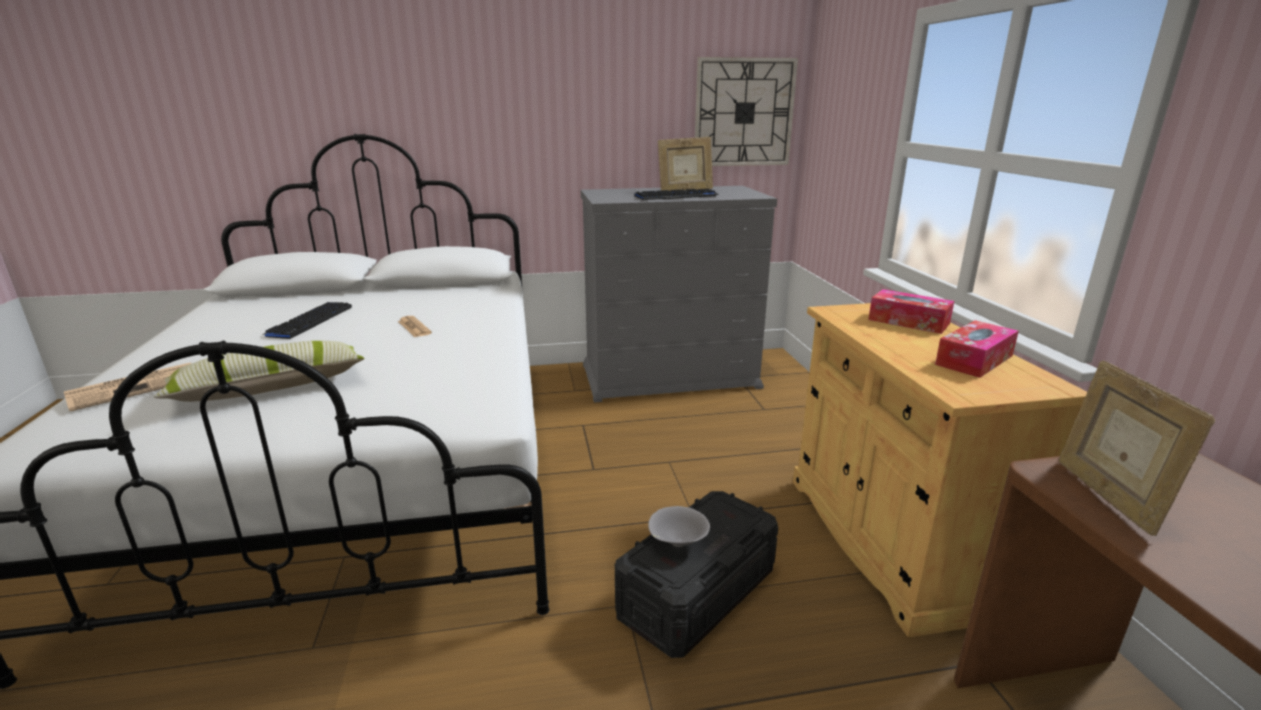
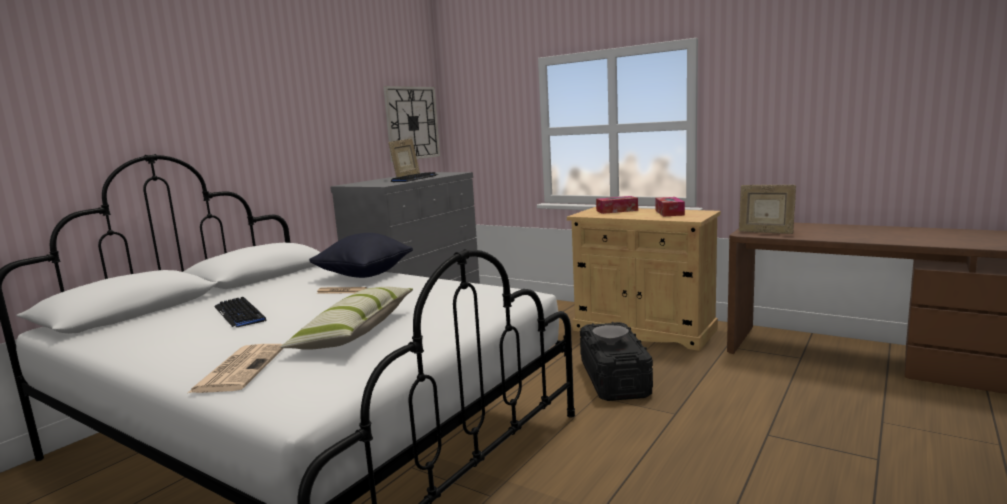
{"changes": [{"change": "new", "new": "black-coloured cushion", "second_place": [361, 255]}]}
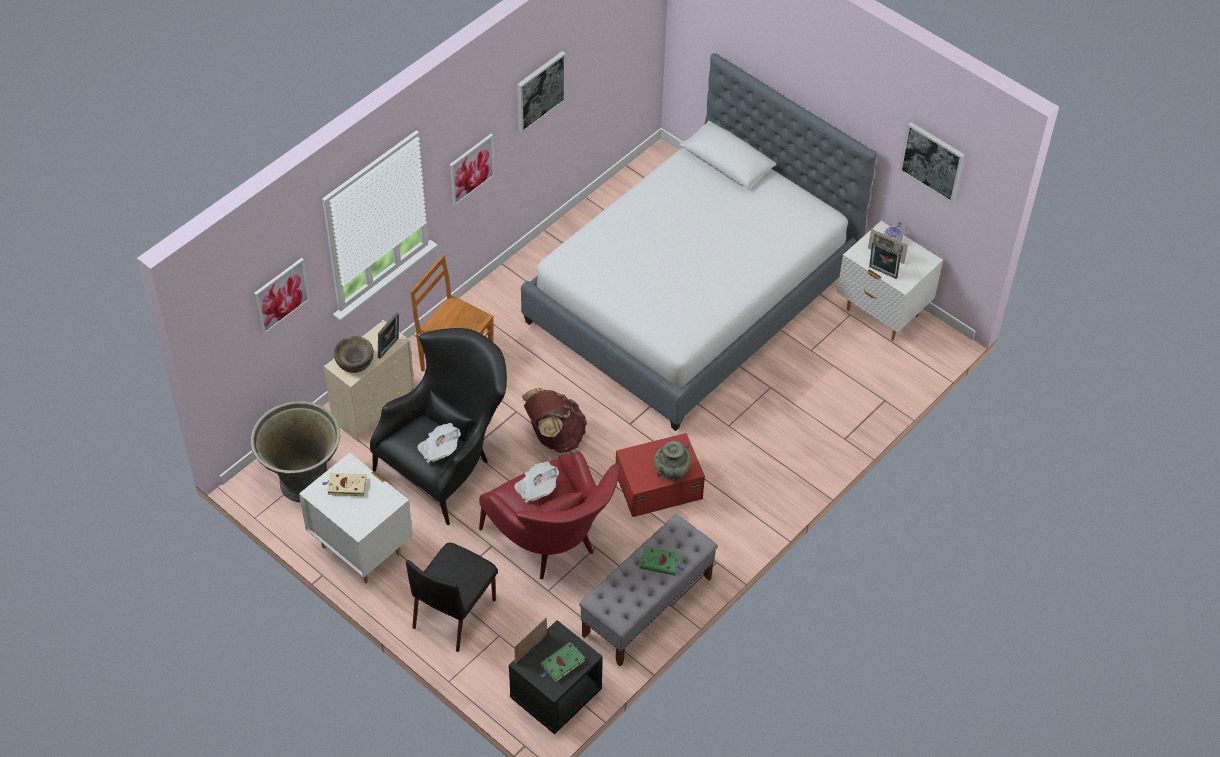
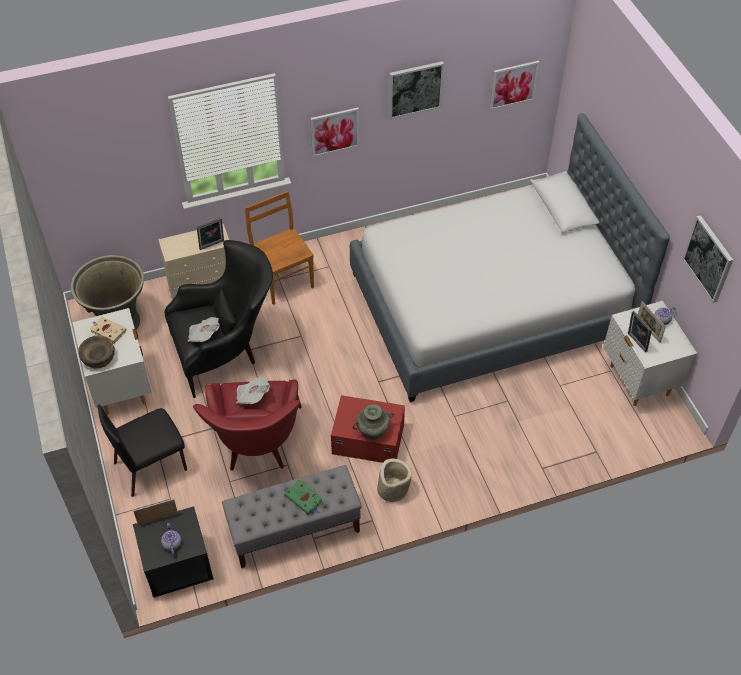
{"changes": [{"change": "gone", "old": "brown-coloured backpack", "first_place": [554, 420]}, {"change": "new", "new": "sand-coloured flower pot", "second_place": [394, 480]}, {"change": "shifted", "old": "wall picture", "first_place": [282, 296], "second_place": [515, 85]}, {"change": "shifted", "old": "brown-coloured deep dish", "first_place": [354, 354], "second_place": [96, 351]}, {"change": "swapped", "old": "green-coloured volume", "new": "pot for tea", "first_place": [562, 662], "second_place": [171, 539]}]}
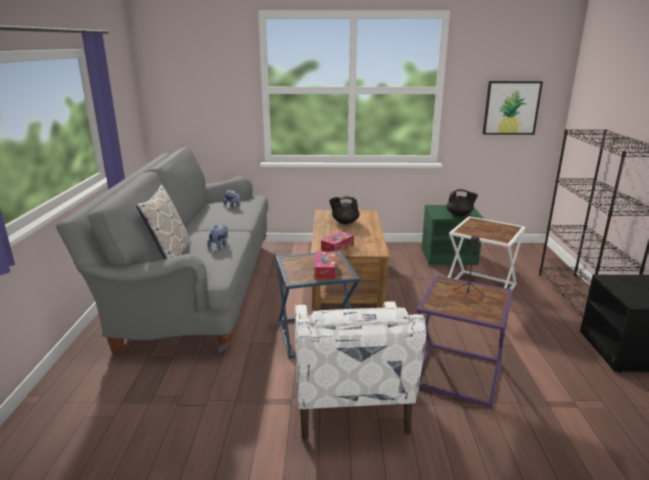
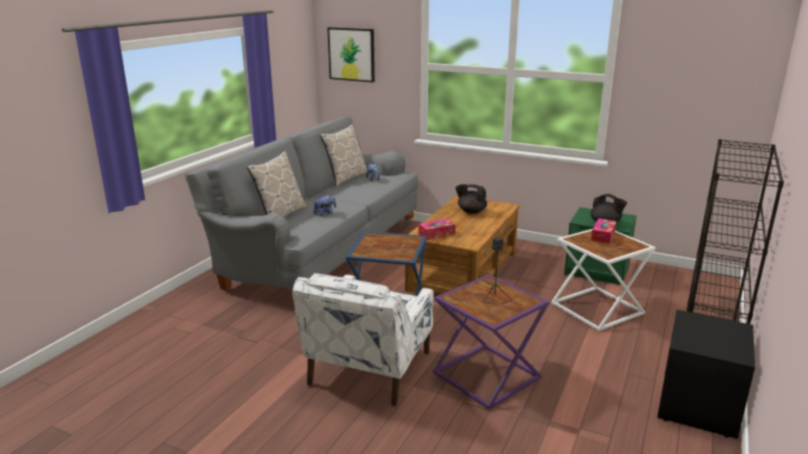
{"changes": [{"change": "new", "new": "cushion", "second_place": [343, 155]}, {"change": "shifted", "old": "box of tissues", "first_place": [325, 265], "second_place": [603, 231]}, {"change": "shifted", "old": "wall picture", "first_place": [512, 108], "second_place": [351, 54]}]}
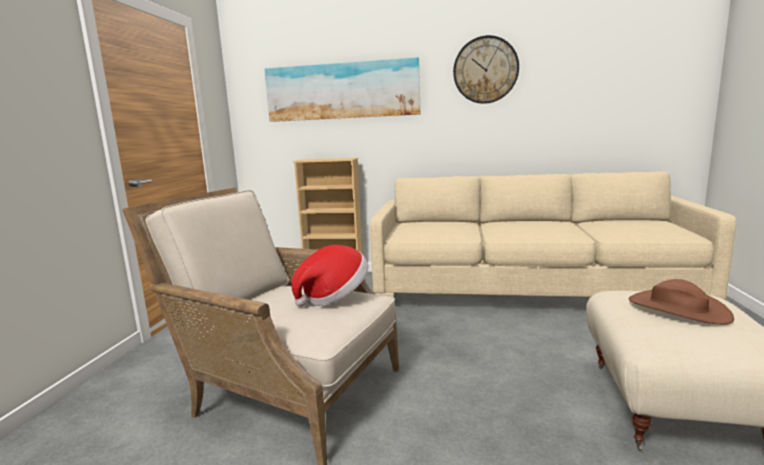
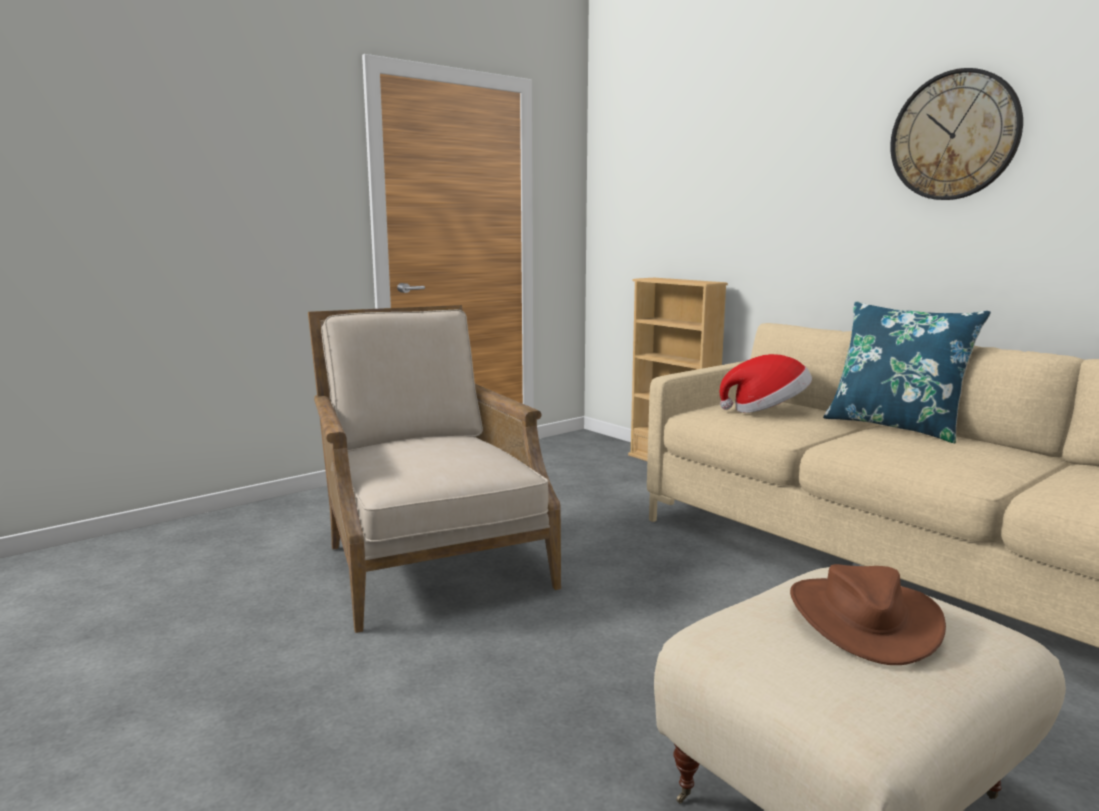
{"changes": [{"change": "gone", "old": "wall picture", "first_place": [342, 89]}, {"change": "new", "new": "bluish cushion", "second_place": [907, 372]}, {"change": "shifted", "old": "clothing hat", "first_place": [329, 276], "second_place": [765, 383]}]}
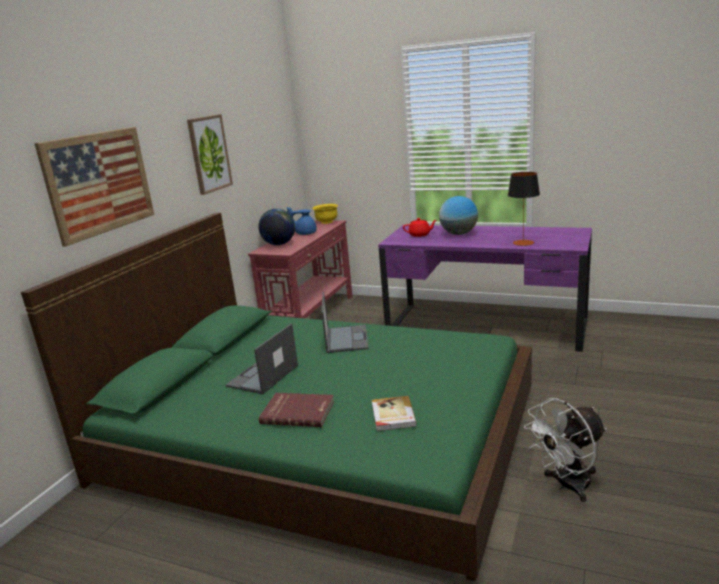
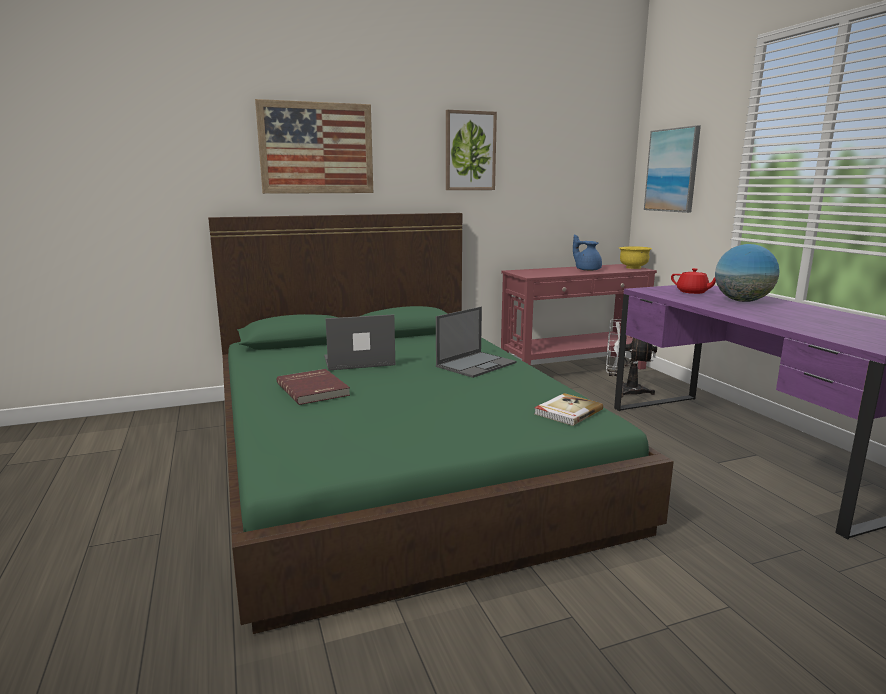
{"changes": [{"change": "gone", "old": "desk globe", "first_place": [277, 227]}, {"change": "gone", "old": "table lamp", "first_place": [524, 209]}, {"change": "new", "new": "wall picture", "second_place": [672, 169]}, {"change": "shifted", "old": "volume", "first_place": [394, 413], "second_place": [568, 409]}, {"change": "shifted", "old": "white cooling fan", "first_place": [565, 450], "second_place": [631, 358]}]}
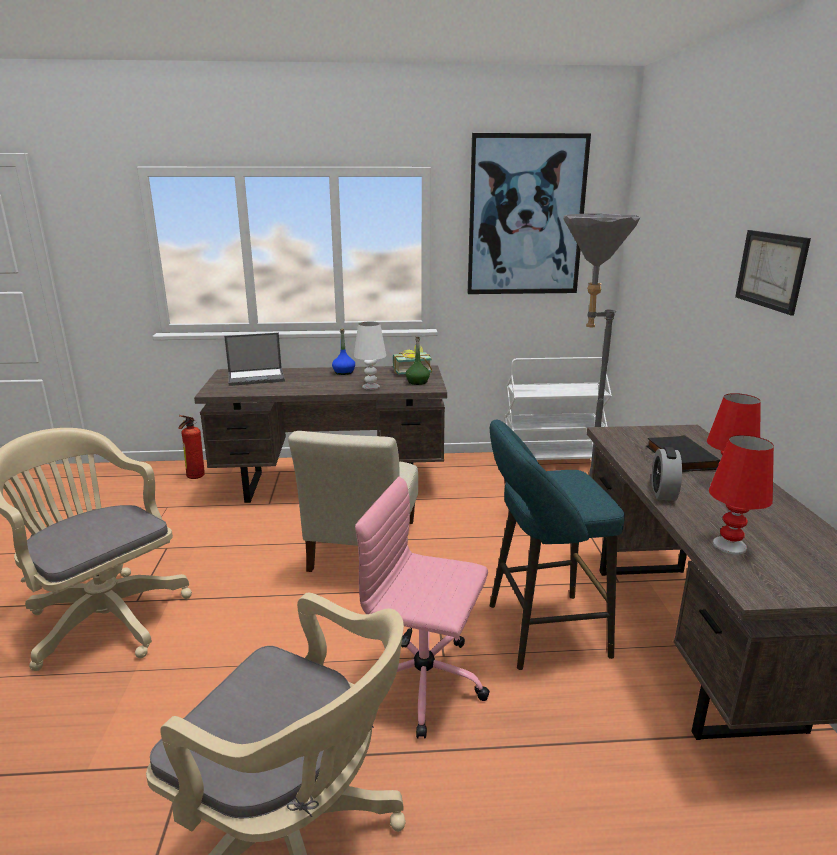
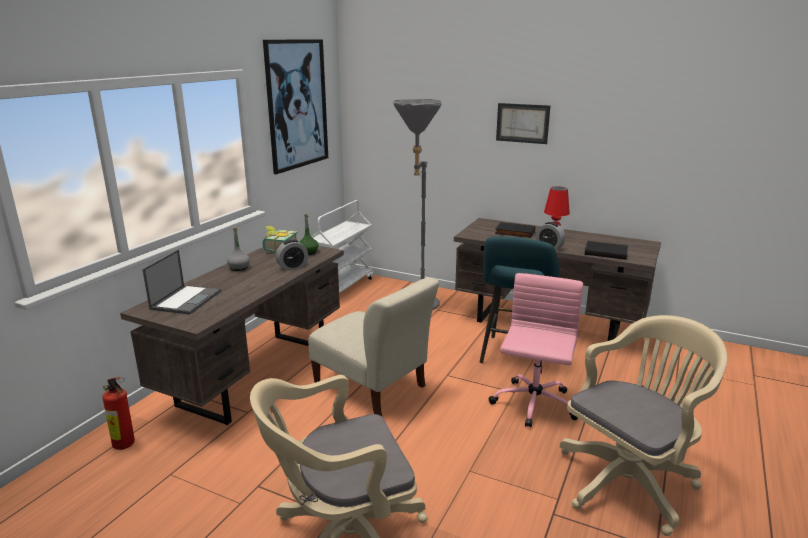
{"changes": [{"change": "swapped", "old": "white table lamp", "new": "alarm clock", "first_place": [370, 356], "second_place": [292, 255]}, {"change": "swapped", "old": "reddish table lamp", "new": "black-coloured volume", "first_place": [741, 494], "second_place": [606, 250]}, {"change": "repainted", "old": "bluish drink bottle", "new": "greyish drink bottle", "first_place": [343, 351], "second_place": [238, 249]}, {"change": "rotated", "old": "pinkish office chair", "first_place": [422, 608], "second_place": [536, 350], "degrees": 150}]}
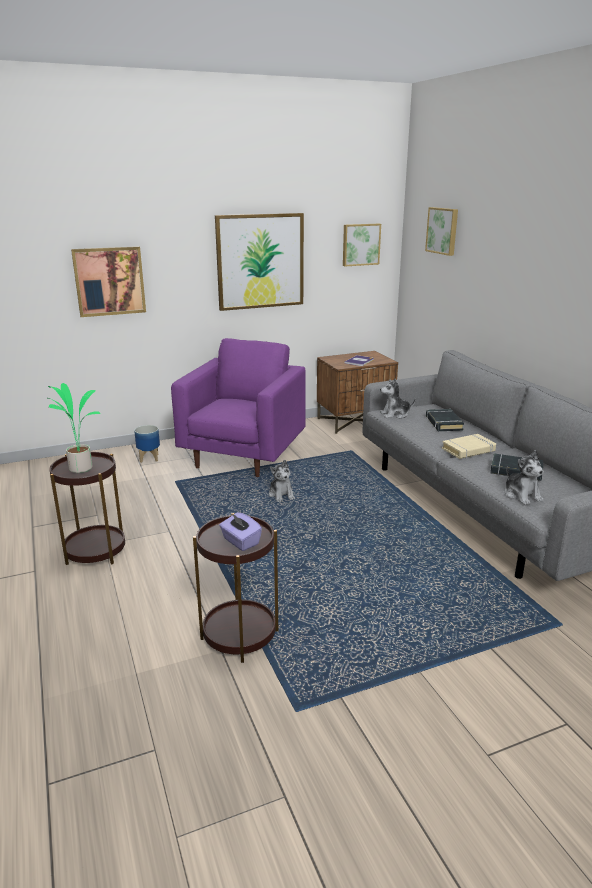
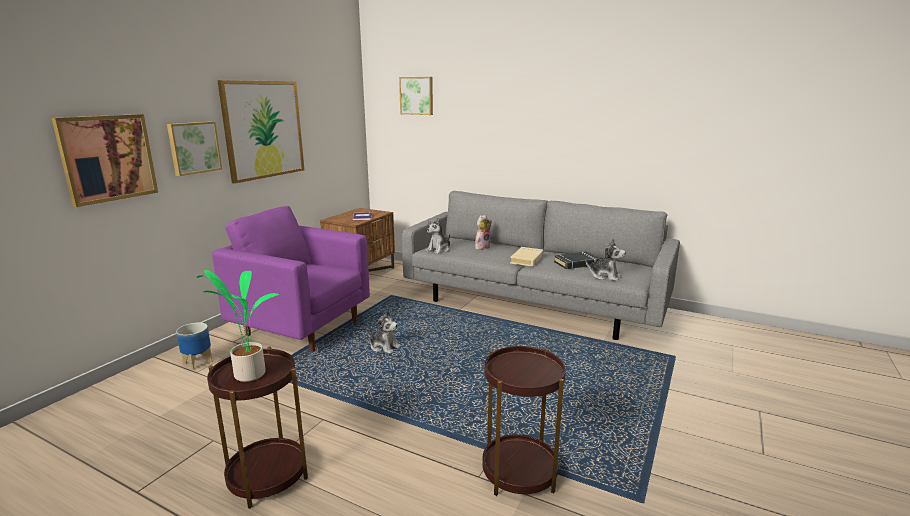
{"changes": [{"change": "gone", "old": "purplish box of tissues", "first_place": [240, 531]}, {"change": "shifted", "old": "wall picture", "first_place": [362, 245], "second_place": [194, 148]}, {"change": "swapped", "old": "black-coloured volume", "new": "soft toy", "first_place": [445, 420], "second_place": [483, 232]}, {"change": "rotated", "old": "purplish armchair", "first_place": [238, 407], "second_place": [291, 278], "degrees": -45}]}
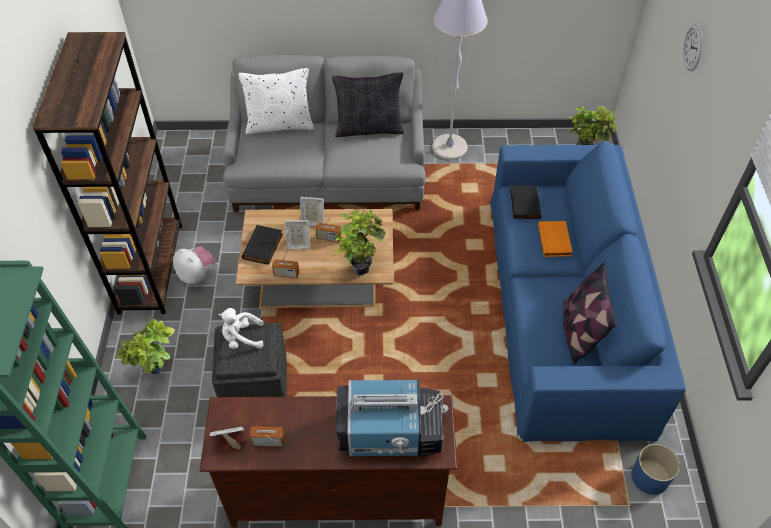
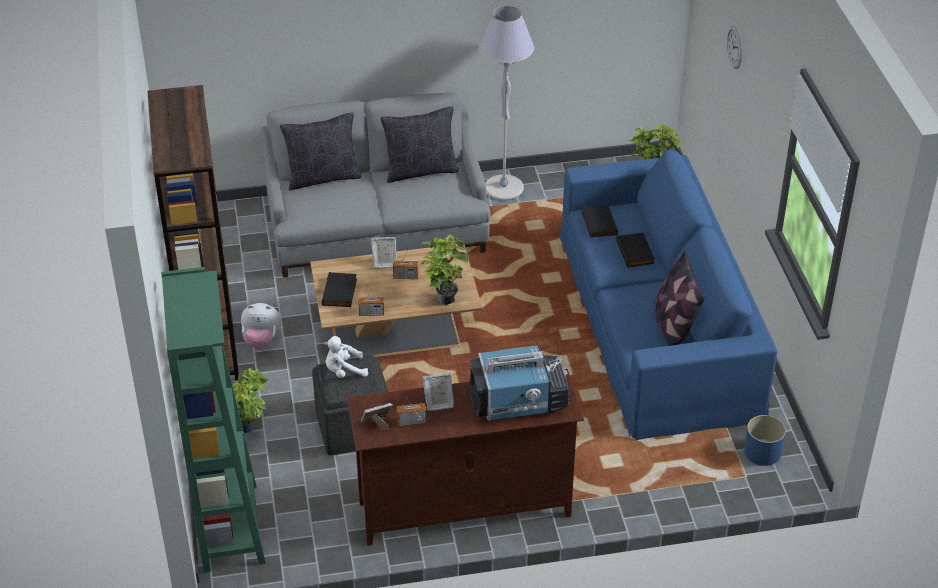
{"changes": [{"change": "shifted", "old": "standing frame", "first_place": [297, 234], "second_place": [438, 392]}, {"change": "repainted", "old": "white cushion", "new": "black-coloured cushion", "first_place": [276, 101], "second_place": [321, 151]}, {"change": "repainted", "old": "orange-coloured volume", "new": "black-coloured volume", "first_place": [555, 239], "second_place": [635, 249]}, {"change": "rotated", "old": "soft toy", "first_place": [194, 265], "second_place": [261, 326], "degrees": 150}]}
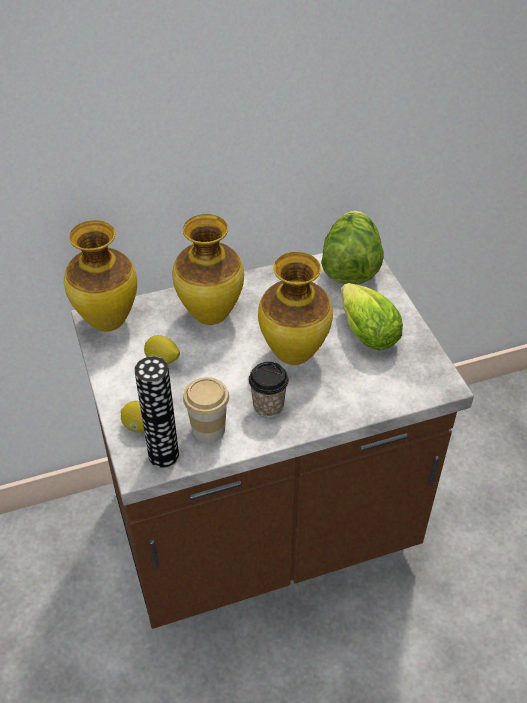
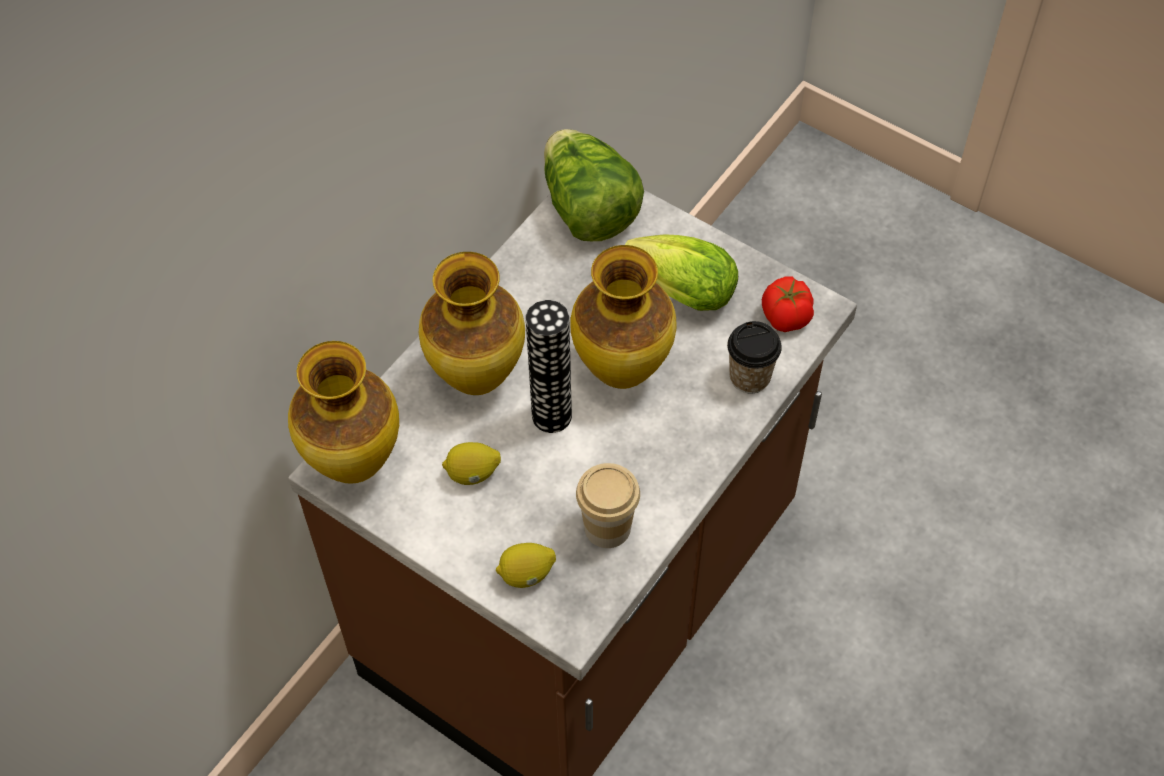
{"changes": [{"change": "new", "new": "tomato", "second_place": [788, 304]}, {"change": "shifted", "old": "decorative vase", "first_place": [156, 412], "second_place": [549, 366]}, {"change": "shifted", "old": "cup", "first_place": [269, 389], "second_place": [754, 357]}]}
